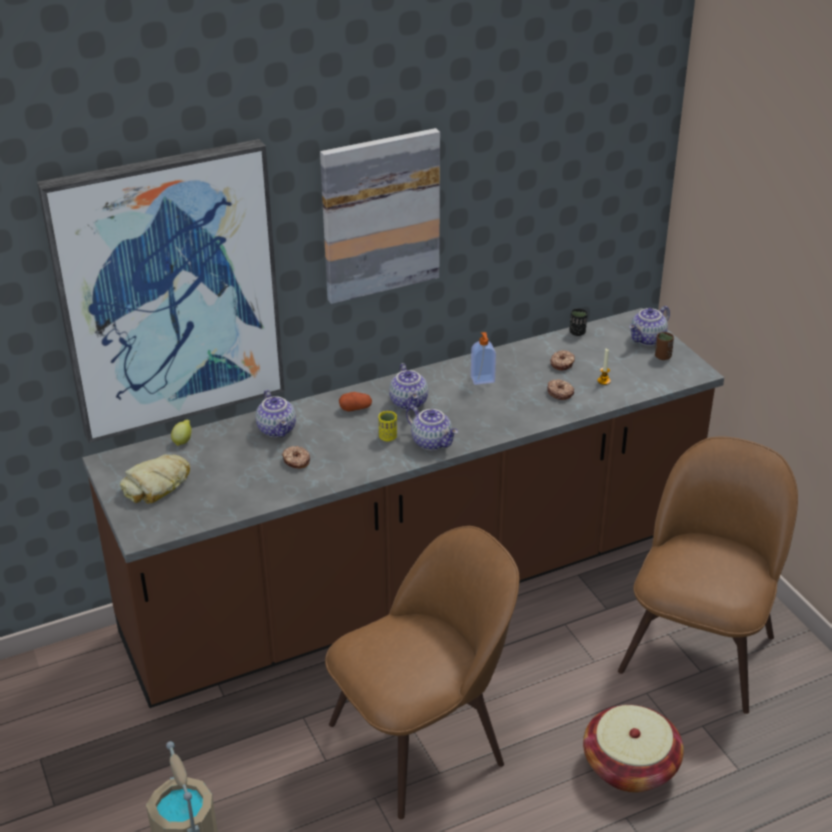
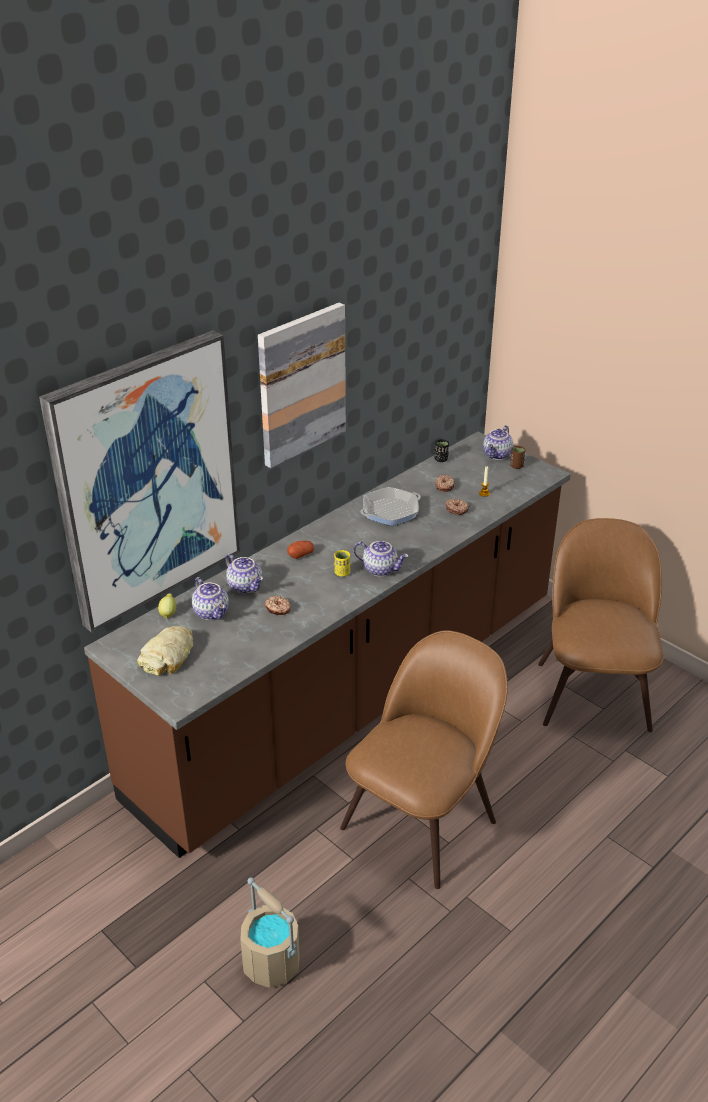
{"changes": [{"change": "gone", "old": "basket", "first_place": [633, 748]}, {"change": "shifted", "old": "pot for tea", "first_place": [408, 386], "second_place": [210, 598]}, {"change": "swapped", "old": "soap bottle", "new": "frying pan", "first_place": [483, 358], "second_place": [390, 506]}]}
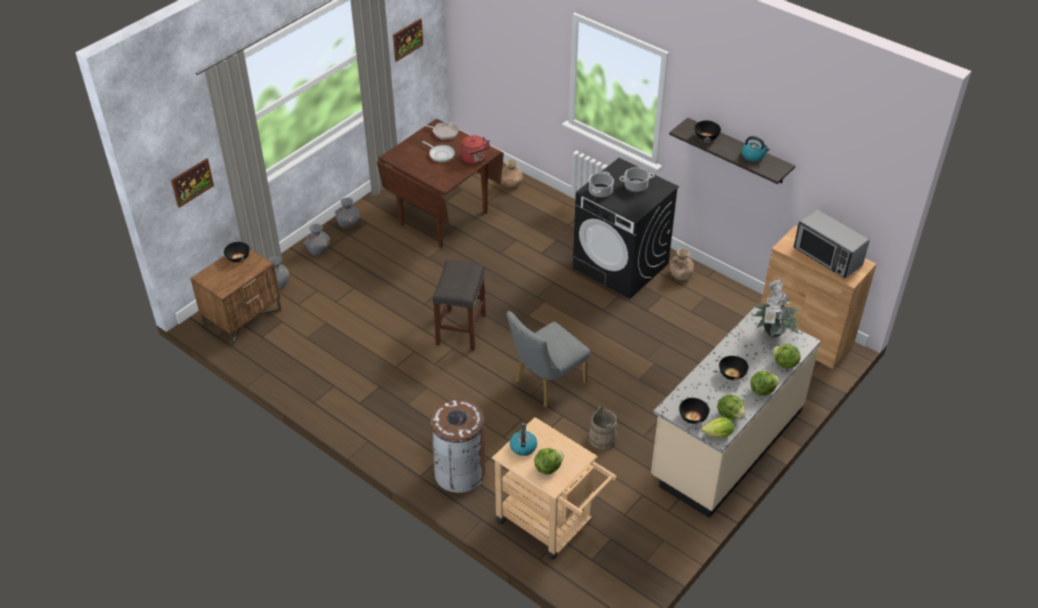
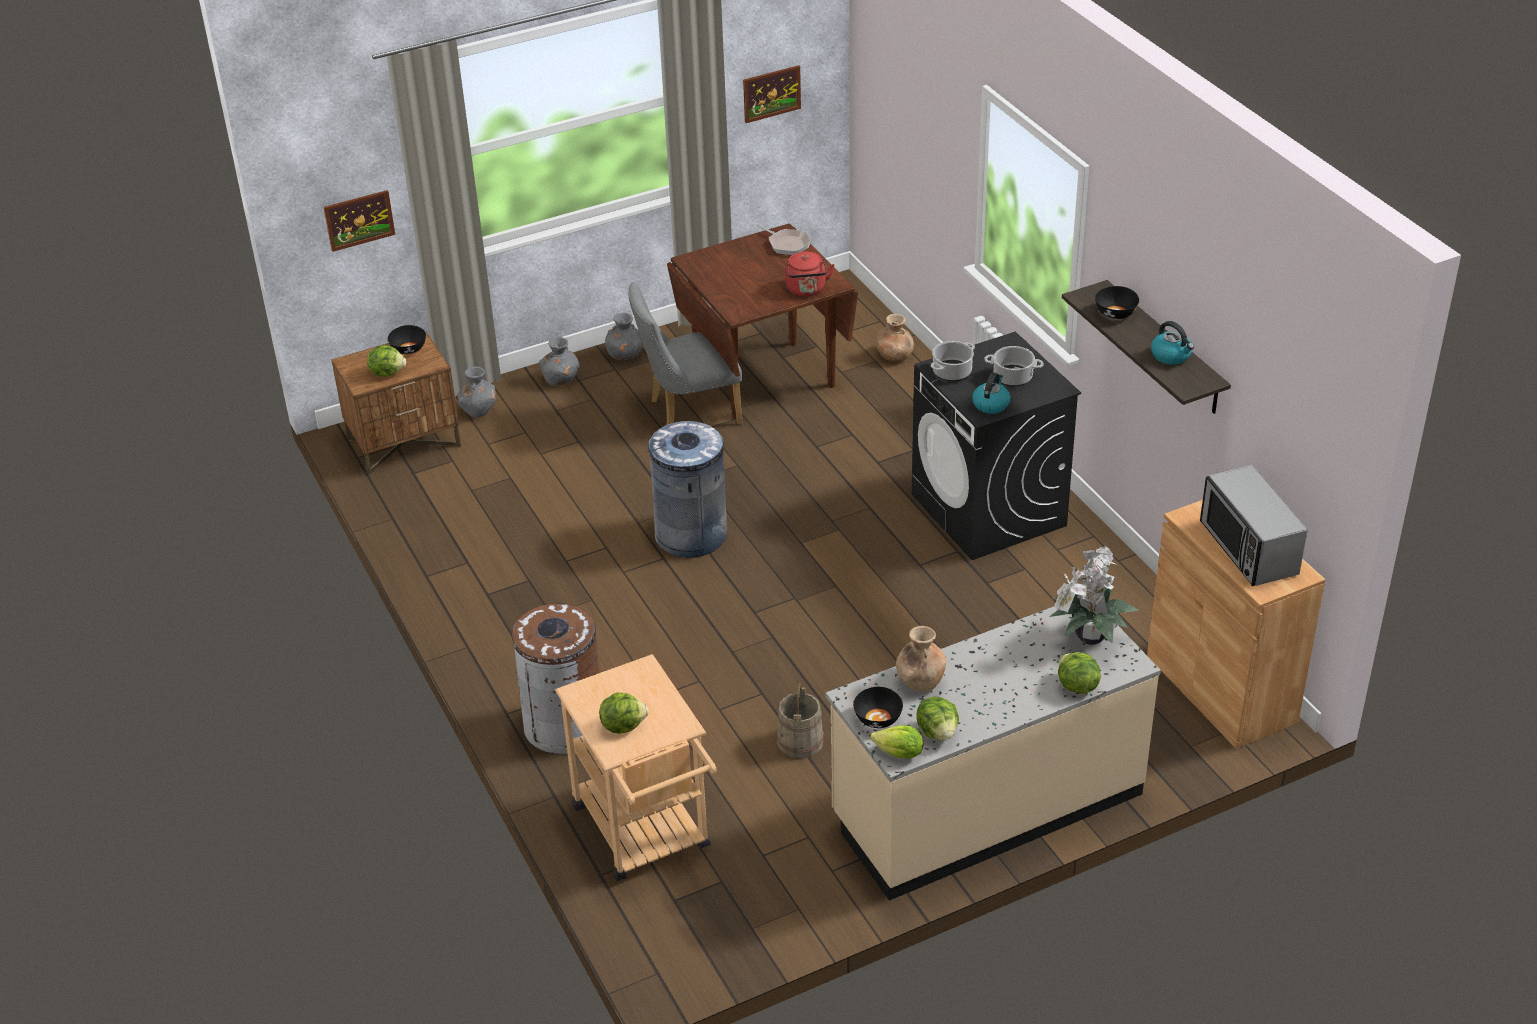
{"changes": [{"change": "gone", "old": "frying pan", "first_place": [438, 151]}, {"change": "gone", "old": "black-coloured deep dish", "first_place": [733, 368]}, {"change": "shifted", "old": "greyish upright chair", "first_place": [548, 359], "second_place": [685, 353]}, {"change": "shifted", "old": "kettle", "first_place": [523, 439], "second_place": [991, 393]}, {"change": "shifted", "old": "brown-coloured decorative vase", "first_place": [681, 264], "second_place": [921, 659]}, {"change": "shifted", "old": "lettuce head", "first_place": [765, 383], "second_place": [386, 361]}, {"change": "swapped", "old": "greyish stool seat", "new": "greyish trash can", "first_place": [459, 305], "second_place": [687, 489]}]}
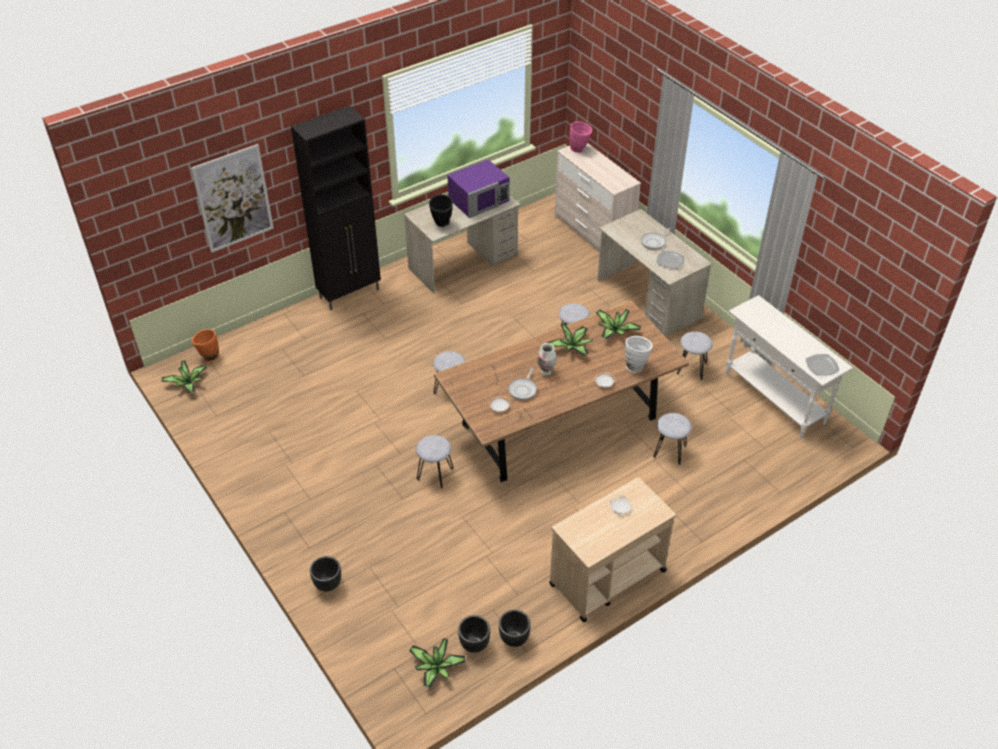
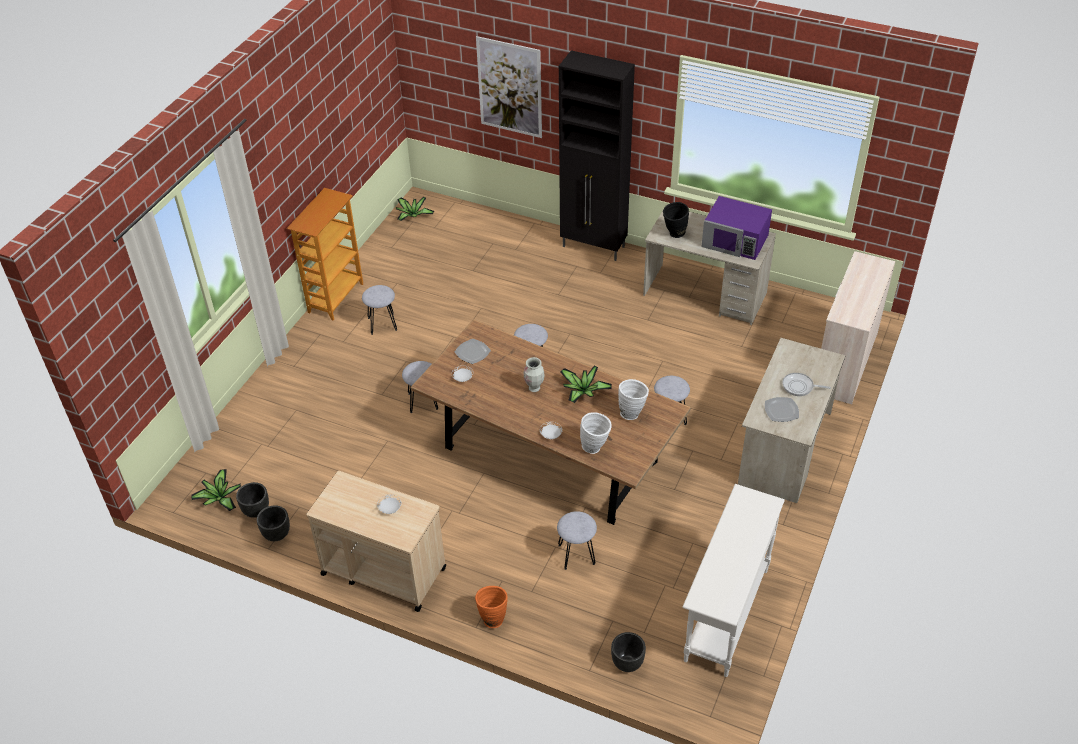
{"changes": [{"change": "gone", "old": "frying pan", "first_place": [523, 384]}, {"change": "gone", "old": "pinkish decorative vase", "first_place": [580, 137]}, {"change": "new", "new": "shelving unit", "second_place": [325, 254]}, {"change": "shifted", "old": "orange-coloured decorative vase", "first_place": [205, 345], "second_place": [491, 607]}, {"change": "shifted", "old": "black-coloured flower pot", "first_place": [325, 574], "second_place": [628, 652]}, {"change": "shifted", "old": "greyish stool seat", "first_place": [695, 355], "second_place": [379, 310]}, {"change": "shifted", "old": "dinner plate", "first_place": [822, 365], "second_place": [473, 351]}, {"change": "swapped", "old": "houseplant", "new": "white decorative vase", "first_place": [618, 324], "second_place": [633, 399]}]}
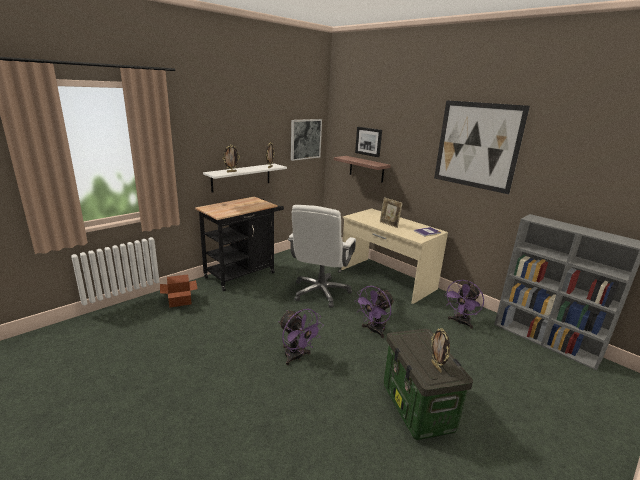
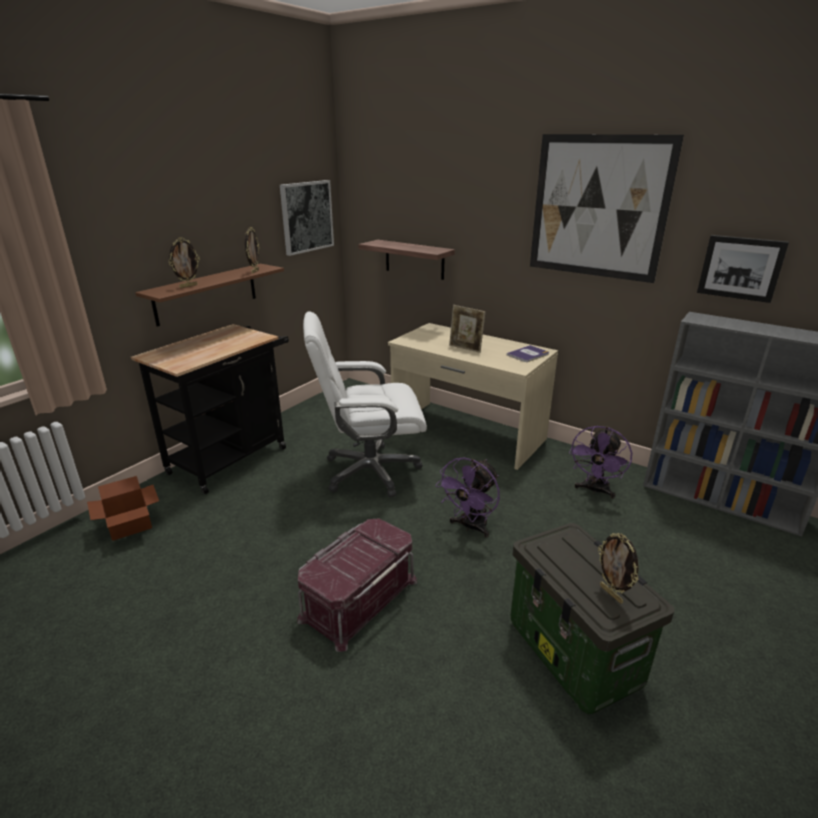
{"changes": [{"change": "shifted", "old": "wall picture", "first_place": [368, 142], "second_place": [743, 269]}, {"change": "swapped", "old": "purplish cooling fan", "new": "reddish storage bin", "first_place": [301, 337], "second_place": [357, 585]}, {"change": "repainted", "old": "white shelf", "new": "brown-coloured shelf", "first_place": [245, 178], "second_place": [209, 295]}, {"change": "rotated", "old": "white office chair", "first_place": [322, 256], "second_place": [365, 404], "degrees": 75}]}
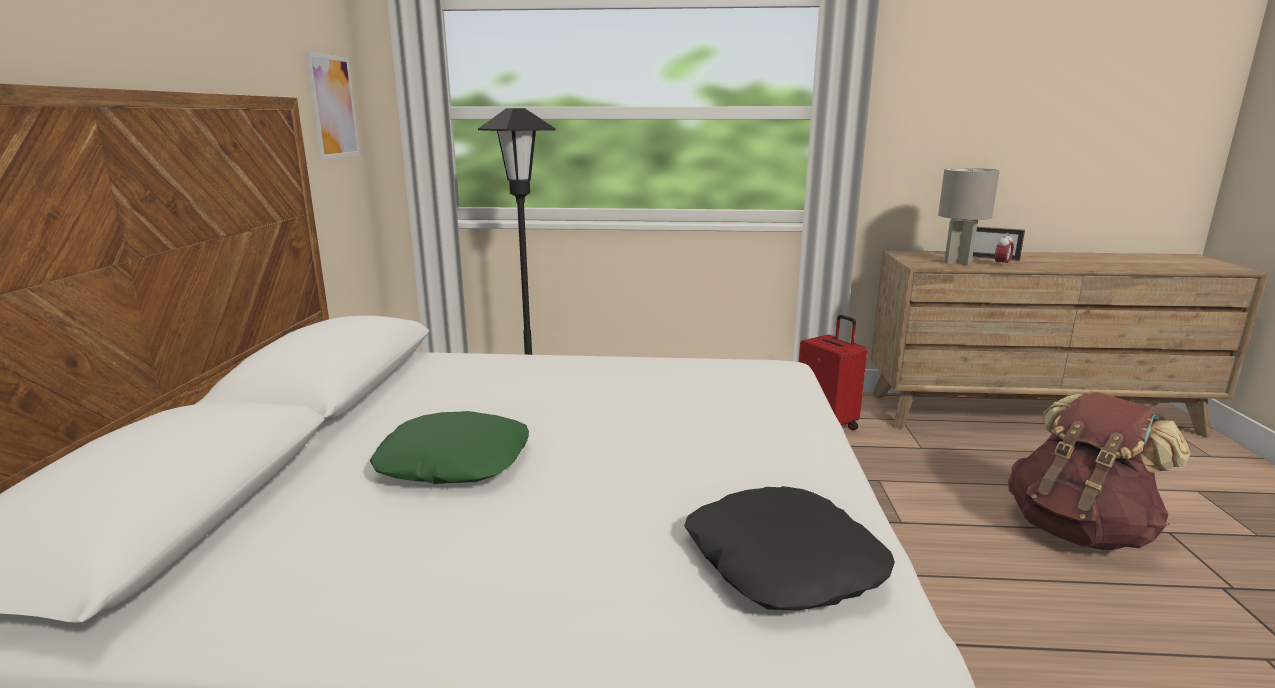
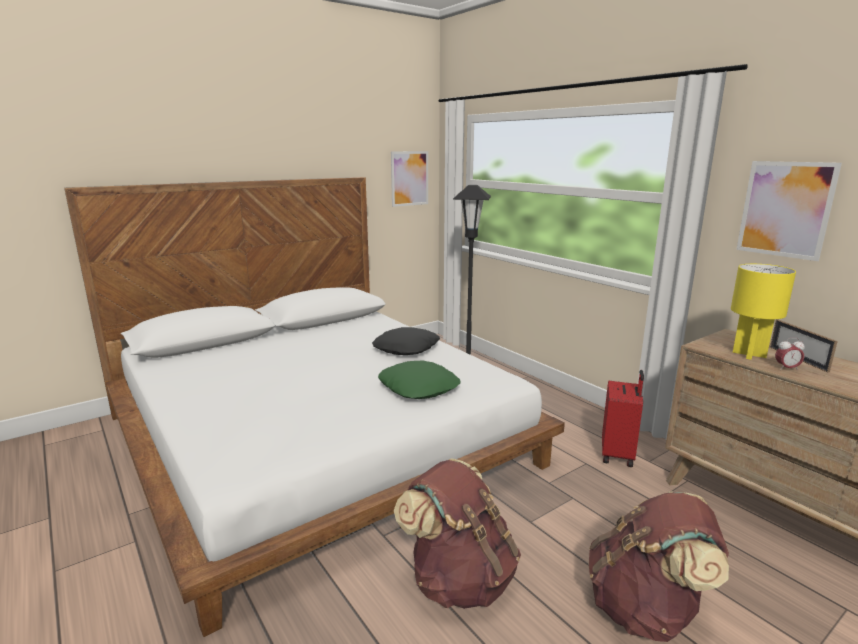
{"changes": [{"change": "new", "new": "brown-coloured backpack", "second_place": [457, 533]}, {"change": "new", "new": "wall picture", "second_place": [789, 211]}, {"change": "shifted", "old": "green-coloured cushion", "first_place": [449, 447], "second_place": [419, 379]}, {"change": "shifted", "old": "black-coloured cushion", "first_place": [789, 548], "second_place": [406, 341]}, {"change": "repainted", "old": "greyish table lamp", "new": "yellow table lamp", "first_place": [969, 217], "second_place": [763, 312]}]}
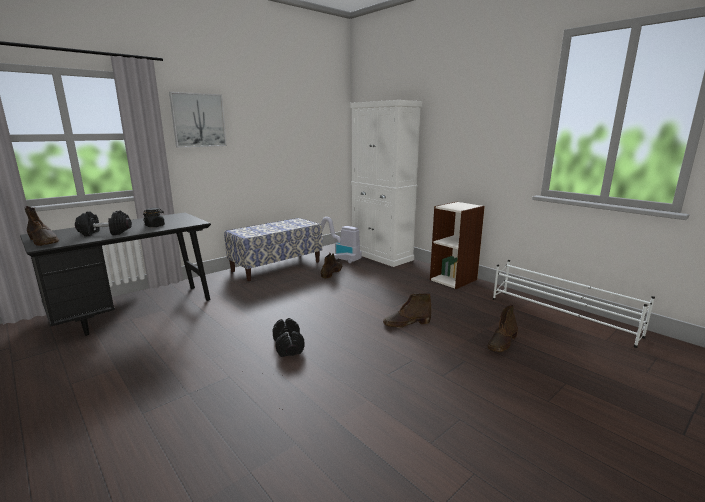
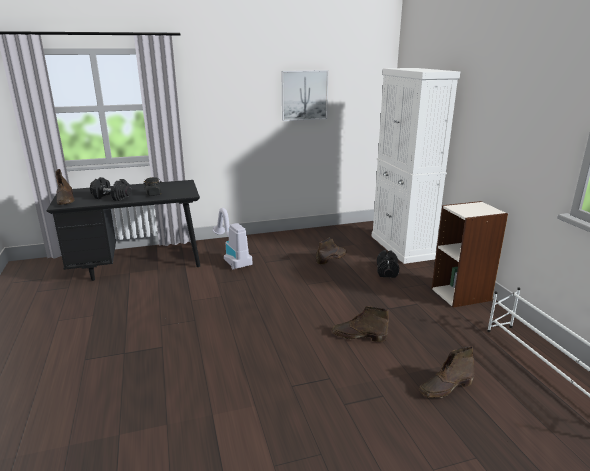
{"changes": [{"change": "gone", "old": "long seat", "first_place": [273, 249]}, {"change": "shifted", "old": "wall picture", "first_place": [198, 120], "second_place": [305, 95]}, {"change": "shifted", "old": "black-coloured dumbbell", "first_place": [288, 337], "second_place": [388, 264]}, {"change": "shifted", "old": "hoover", "first_place": [341, 240], "second_place": [233, 239]}]}
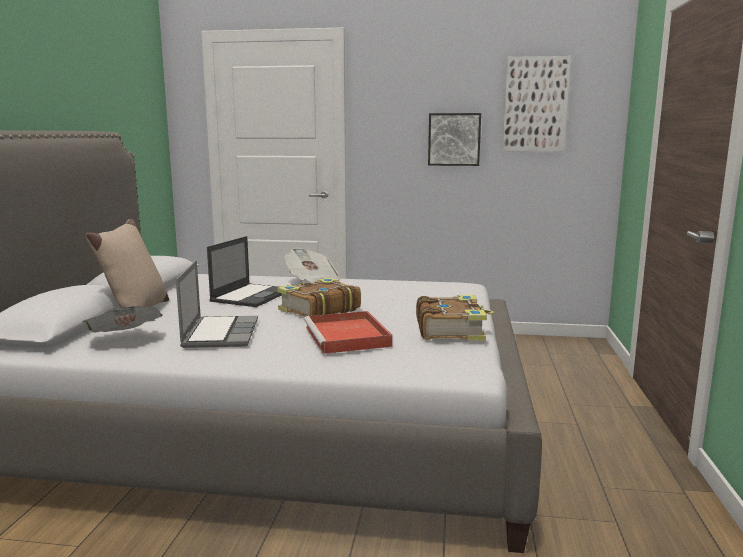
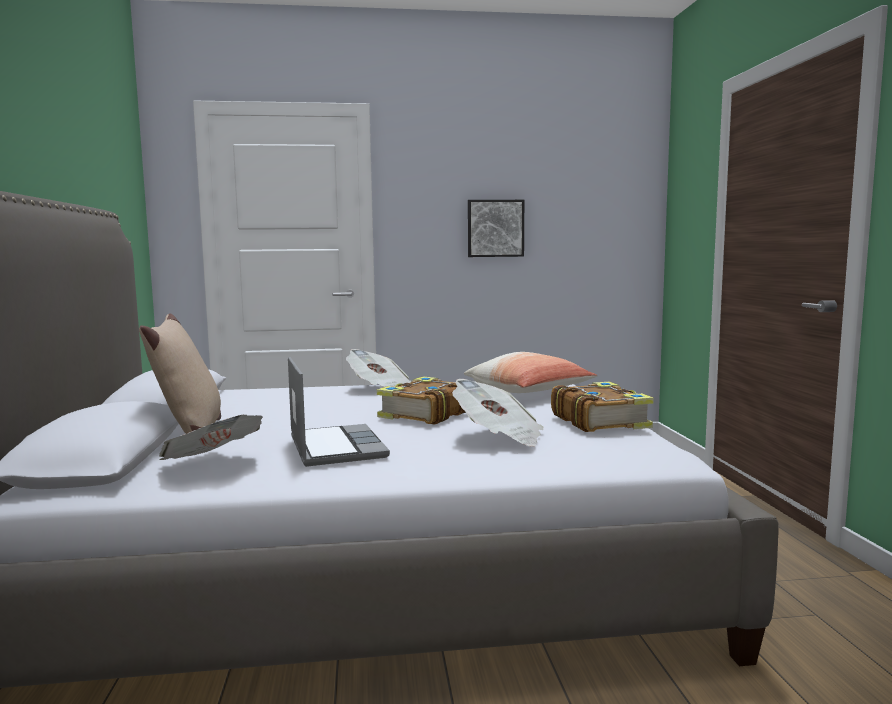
{"changes": [{"change": "gone", "old": "portable computer", "first_place": [244, 271]}, {"change": "gone", "old": "wall picture", "first_place": [536, 103]}, {"change": "new", "new": "cushion", "second_place": [531, 372]}, {"change": "swapped", "old": "reddish serving tray", "new": "newspaper", "first_place": [348, 332], "second_place": [498, 413]}]}
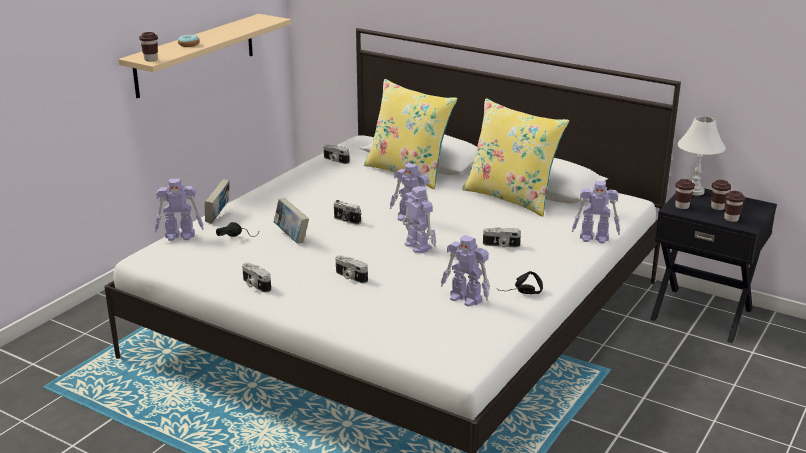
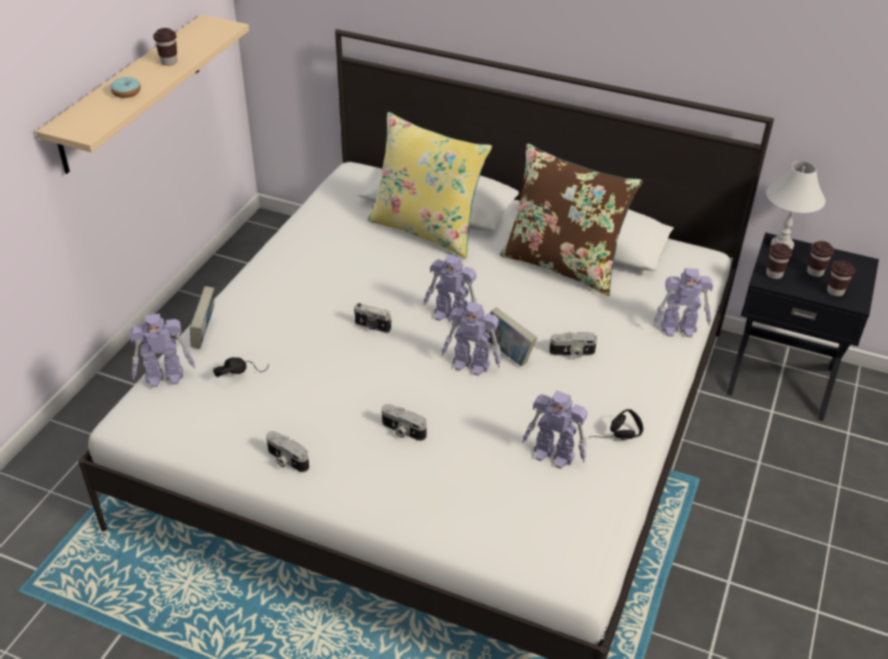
{"changes": [{"change": "gone", "old": "photo camera", "first_place": [337, 154]}, {"change": "shifted", "old": "brown-coloured cup", "first_place": [148, 47], "second_place": [165, 47]}, {"change": "shifted", "old": "volume", "first_place": [291, 220], "second_place": [511, 336]}, {"change": "repainted", "old": "yellow cushion", "new": "brown-coloured cushion", "first_place": [515, 158], "second_place": [571, 220]}, {"change": "rotated", "old": "robot figure", "first_place": [419, 219], "second_place": [471, 339], "degrees": 150}]}
